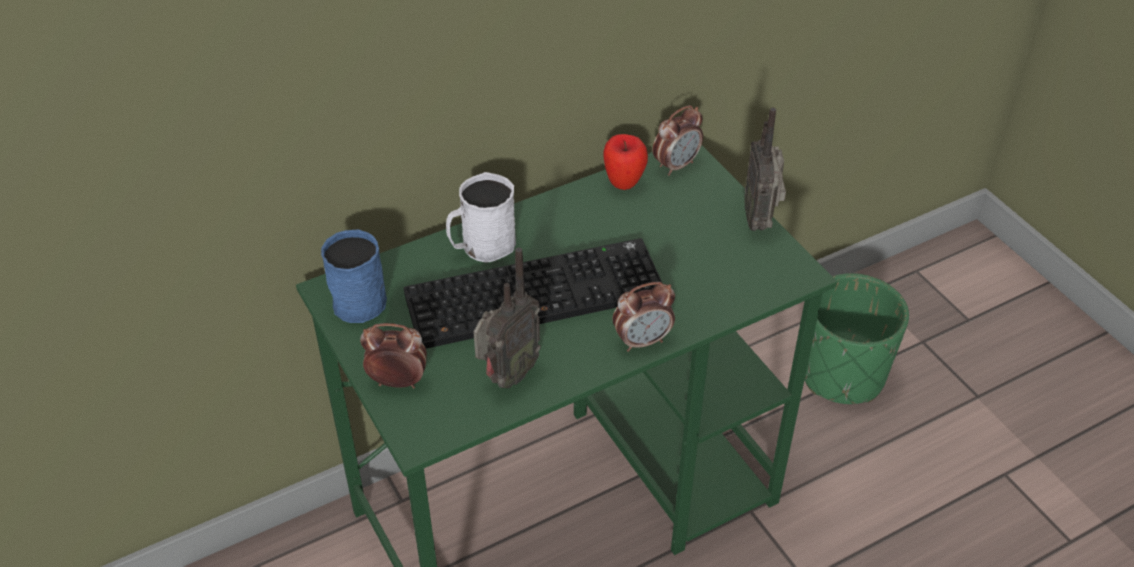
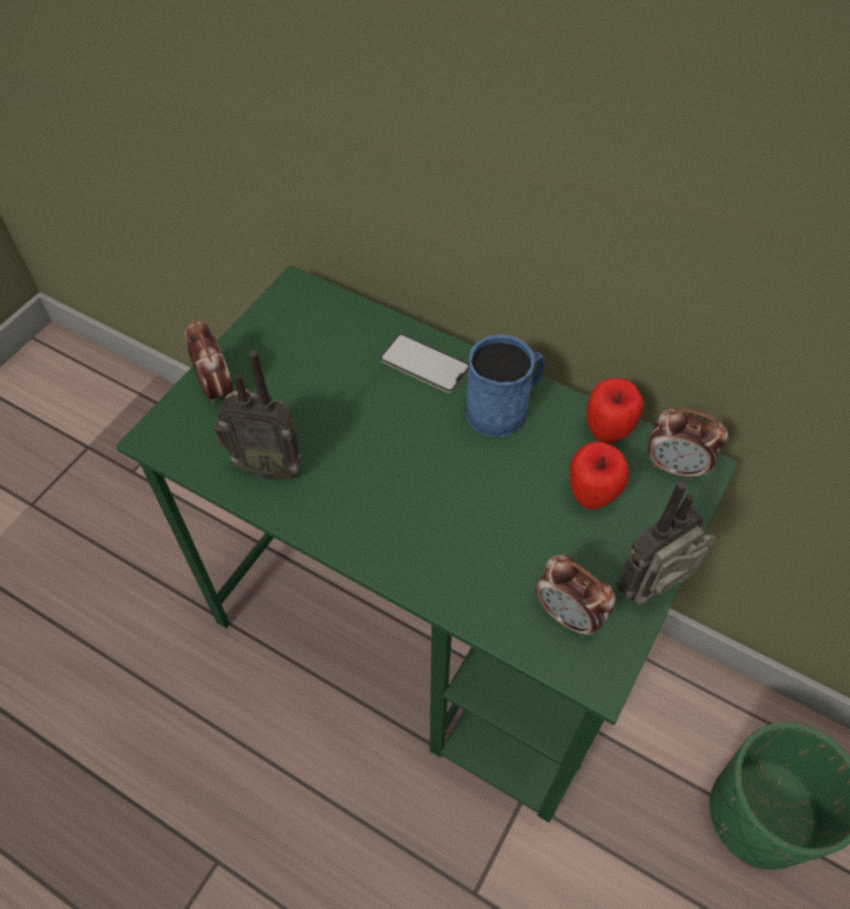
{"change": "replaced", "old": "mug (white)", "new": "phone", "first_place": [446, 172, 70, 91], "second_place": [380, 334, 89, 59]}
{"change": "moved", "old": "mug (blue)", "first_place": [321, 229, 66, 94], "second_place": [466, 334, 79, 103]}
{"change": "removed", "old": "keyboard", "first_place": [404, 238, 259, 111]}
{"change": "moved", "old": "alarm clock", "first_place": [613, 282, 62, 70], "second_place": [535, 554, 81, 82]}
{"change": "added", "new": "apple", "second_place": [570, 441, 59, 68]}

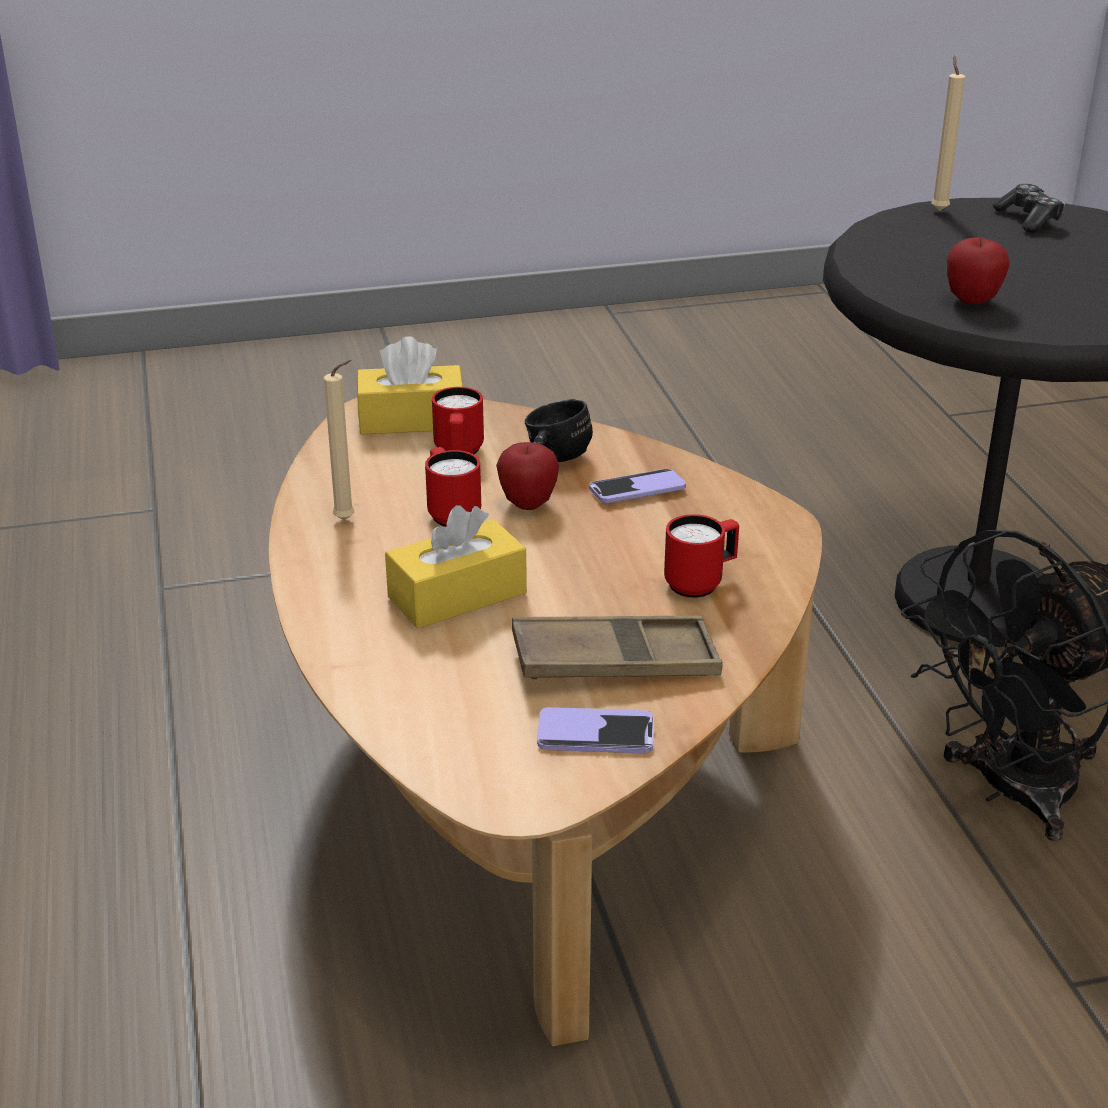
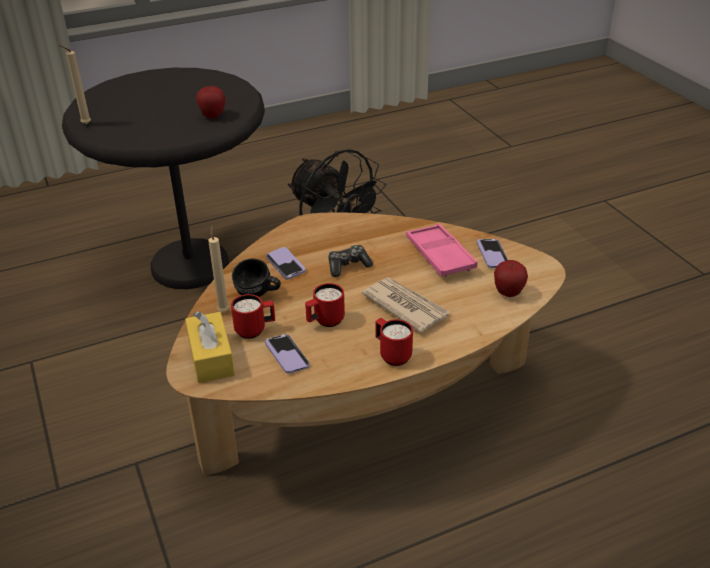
{"change": "moved", "old": "game controller", "first_place": [993, 184, 72, 48], "second_place": [329, 245, 44, 32]}
{"change": "moved", "old": "candle (beige)", "first_place": [324, 360, 31, 160], "second_place": [208, 226, 21, 86]}
{"change": "moved", "old": "apple", "first_place": [496, 442, 63, 68], "second_place": [494, 260, 34, 37]}
{"change": "replaced", "old": "tissue box (yellow)", "new": "newspaper", "first_place": [385, 505, 142, 123], "second_place": [362, 277, 88, 56]}
{"change": "moved", "old": "mug (red)", "first_place": [664, 514, 75, 84], "second_place": [376, 318, 37, 48]}
{"change": "recoloured", "old": "tray (brown)", "new": "tray (pink)", "first_place": [512, 616, 211, 64], "second_place": [406, 224, 71, 53]}
{"change": "added", "new": "phone", "second_place": [265, 334, 45, 39]}

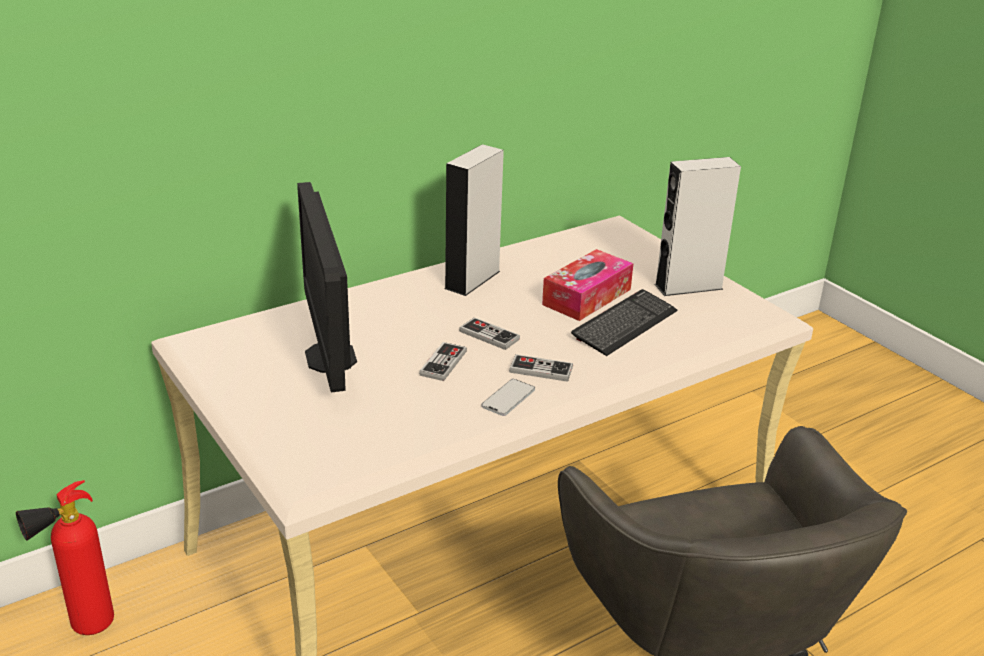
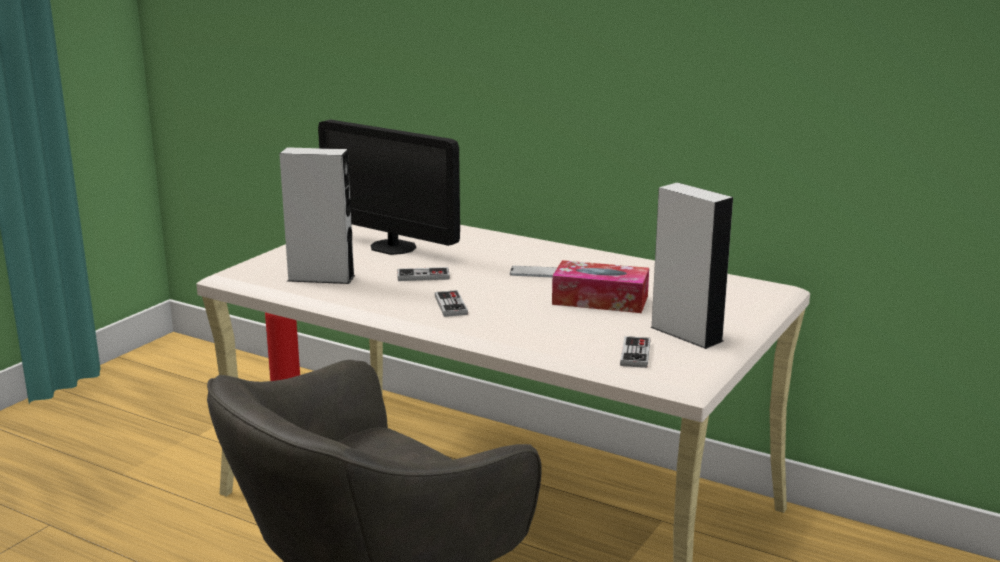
{"change": "moved", "old": "speaker (grey)", "first_place": [444, 144, 60, 152], "second_place": [279, 147, 76, 137]}
{"change": "turned", "old": "monitor", "first_place": [297, 182, 60, 211], "second_place": [318, 119, 142, 136], "degrees": -105}
{"change": "removed", "old": "keyboard", "first_place": [571, 289, 106, 67]}
{"change": "moved", "old": "game controller", "first_place": [459, 317, 61, 33], "second_place": [620, 336, 30, 32]}
{"change": "moved", "old": "phone", "first_place": [481, 379, 54, 37], "second_place": [510, 266, 47, 12]}

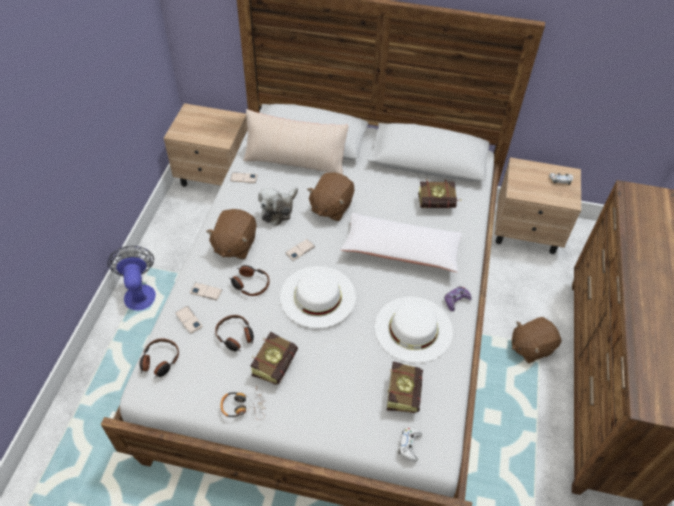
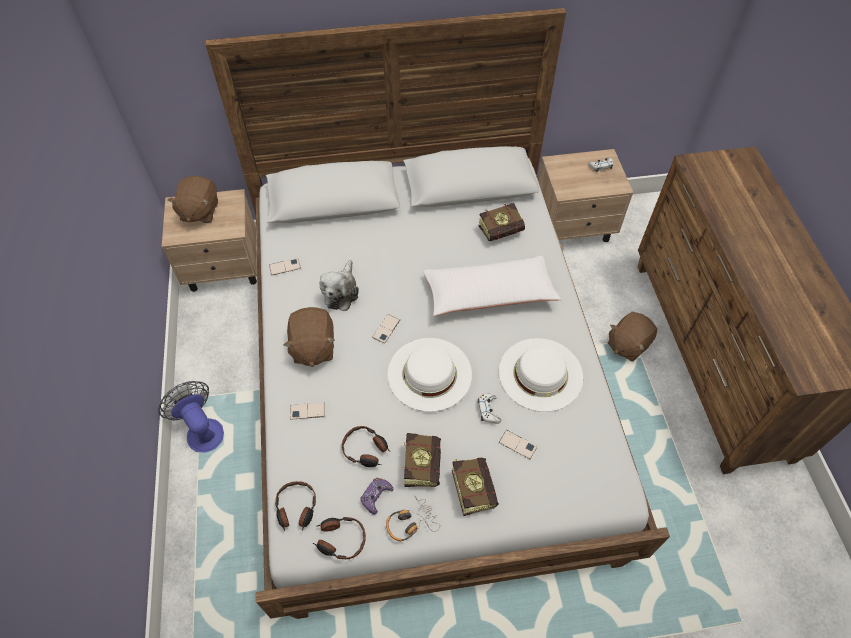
{"change": "removed", "old": "pillow (beige)", "first_place": [243, 109, 106, 66]}
{"change": "moved", "old": "plush toy (brown)", "first_place": [307, 173, 47, 48], "second_place": [168, 176, 50, 47]}
{"change": "moved", "old": "headphones", "first_place": [229, 265, 41, 31], "second_place": [313, 517, 53, 42]}
{"change": "moved", "old": "game controller (purple)", "first_place": [444, 286, 28, 25], "second_place": [360, 478, 33, 37]}
{"change": "moved", "old": "phone", "first_place": [175, 306, 28, 28], "second_place": [499, 430, 38, 29]}
{"change": "moved", "old": "book", "first_place": [387, 361, 36, 52], "second_place": [452, 457, 47, 59]}
{"change": "moved", "old": "game controller (white)", "first_place": [399, 428, 23, 34], "second_place": [478, 393, 23, 31]}

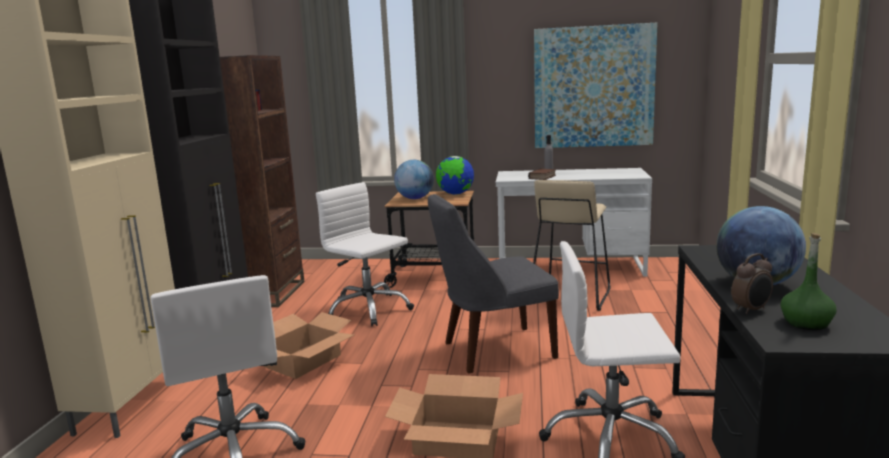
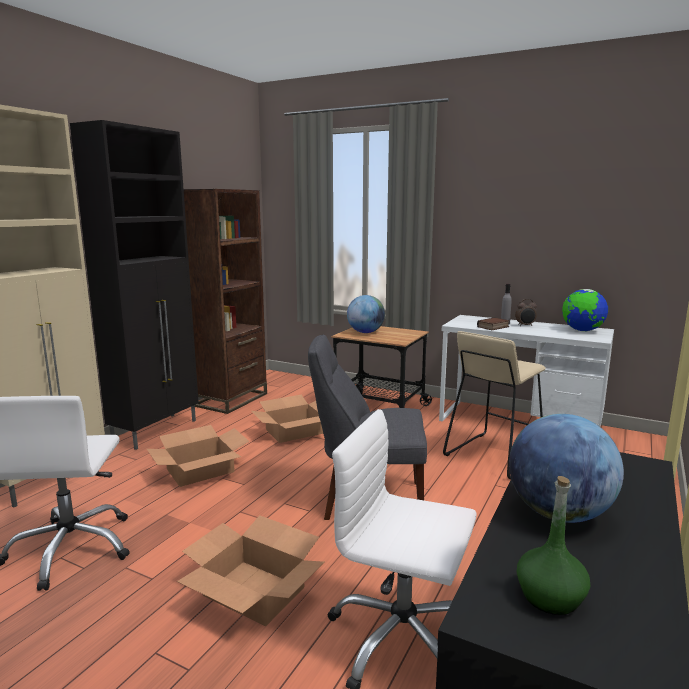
{"change": "removed", "old": "picture", "first_place": [534, 23, 123, 125]}
{"change": "moved", "old": "globe", "first_place": [436, 156, 38, 39], "second_place": [562, 289, 46, 42]}
{"change": "replaced", "old": "office chair (white)", "new": "cardboard box", "first_place": [316, 182, 98, 144], "second_place": [251, 395, 72, 48]}
{"change": "moved", "old": "alarm clock", "first_place": [731, 253, 42, 61], "second_place": [515, 299, 22, 27]}

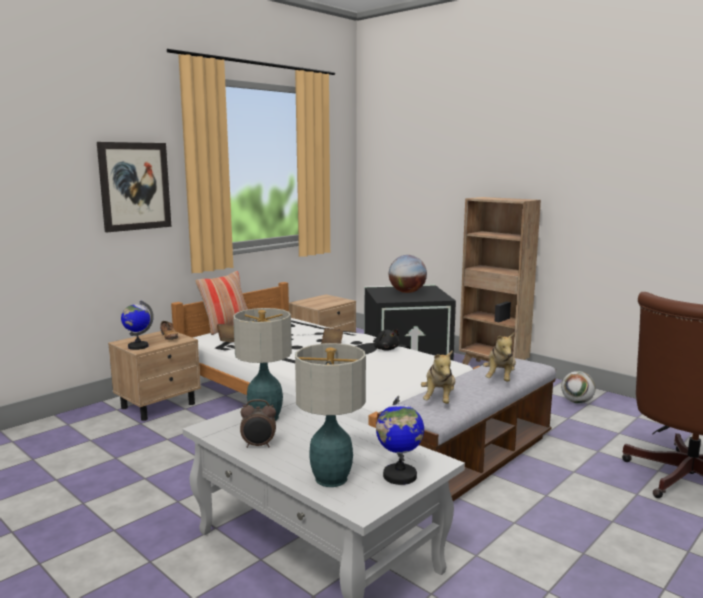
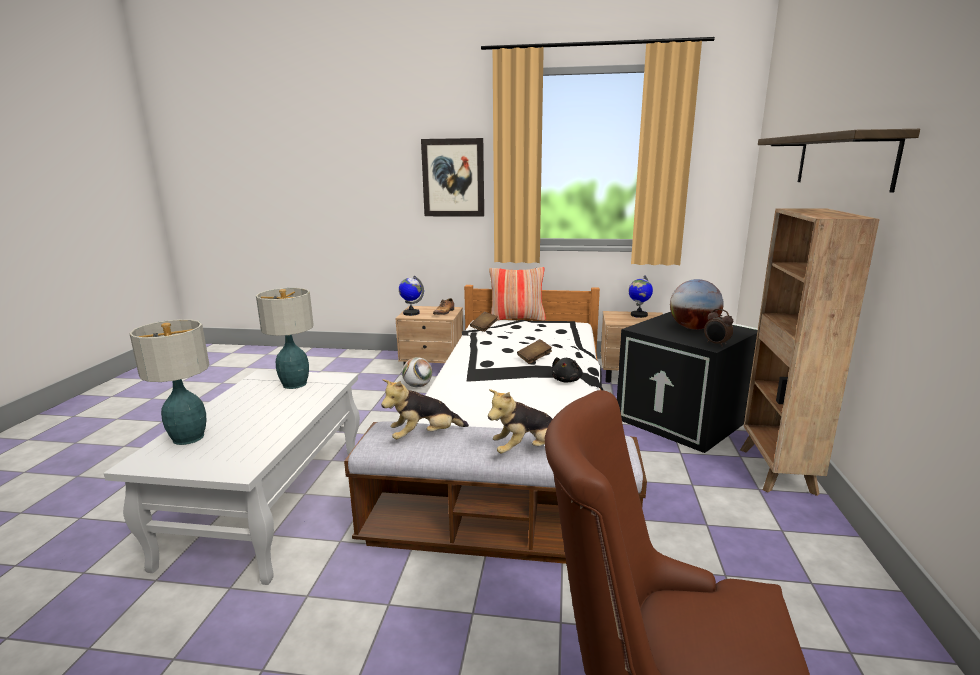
{"change": "moved", "old": "football", "first_place": [561, 371, 35, 33], "second_place": [402, 357, 30, 30]}
{"change": "moved", "old": "globe", "first_place": [376, 396, 48, 89], "second_place": [628, 275, 25, 43]}
{"change": "moved", "old": "alarm clock", "first_place": [240, 399, 36, 49], "second_place": [704, 309, 29, 38]}
{"change": "added", "new": "shelf", "second_place": [758, 129, 162, 64]}

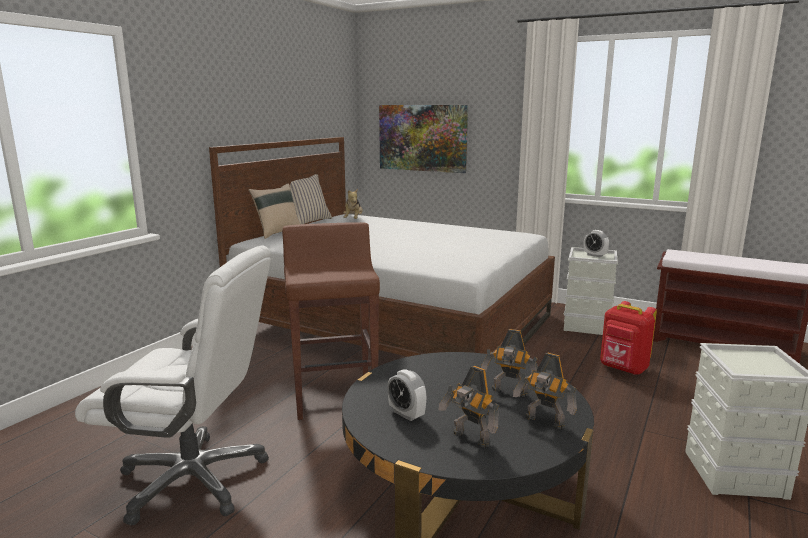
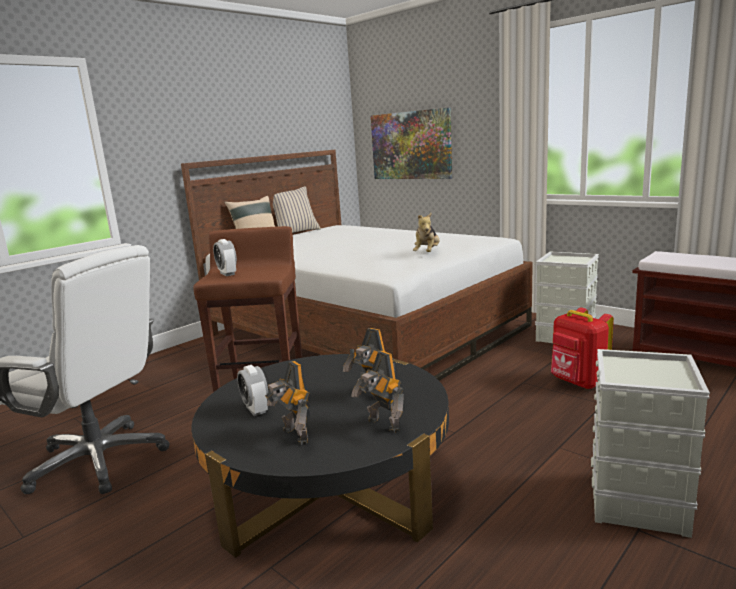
{"change": "moved", "old": "plush toy", "first_place": [343, 189, 20, 30], "second_place": [413, 213, 26, 39]}
{"change": "moved", "old": "alarm clock", "first_place": [584, 230, 25, 27], "second_place": [213, 239, 24, 37]}

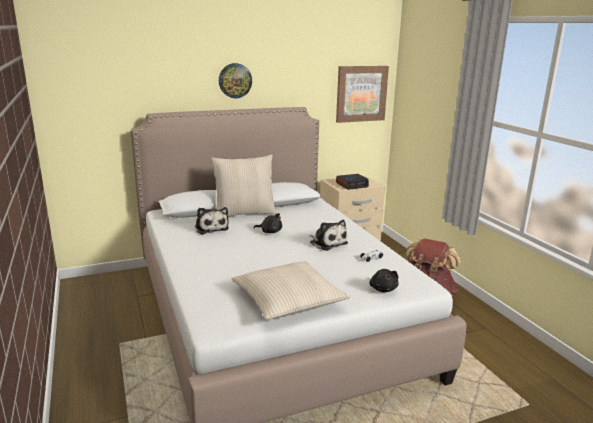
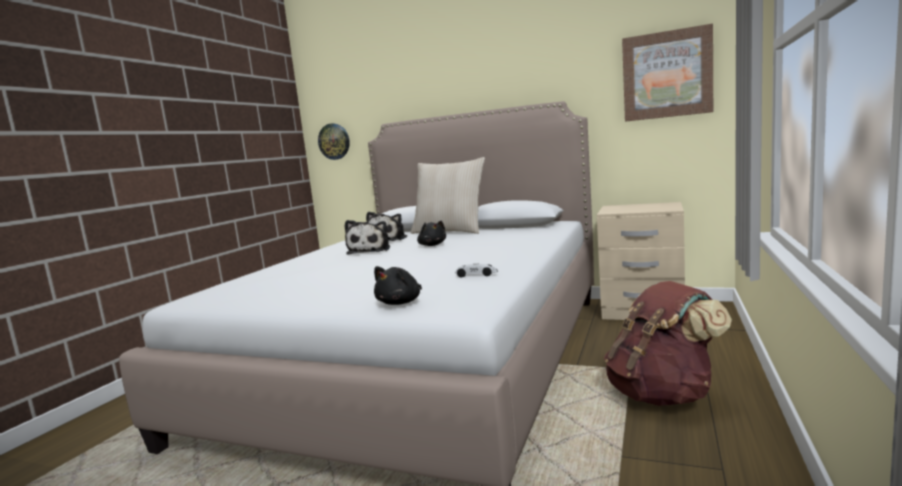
{"change": "moved", "old": "wall clock", "first_place": [219, 63, 33, 35], "second_place": [318, 123, 32, 37]}
{"change": "removed", "old": "alarm clock", "first_place": [336, 174, 33, 16]}
{"change": "moved", "old": "plush toy", "first_place": [309, 220, 39, 31], "second_place": [345, 220, 45, 35]}
{"change": "removed", "old": "pillow (beige)", "first_place": [232, 261, 119, 59]}

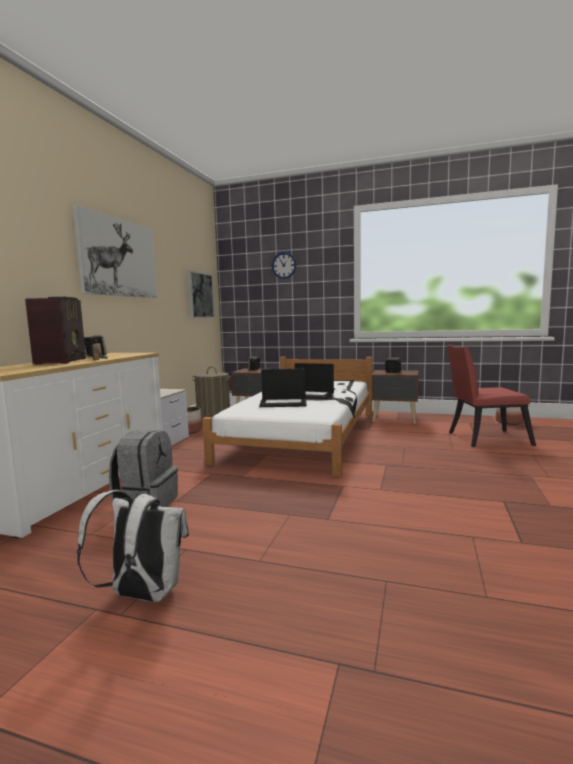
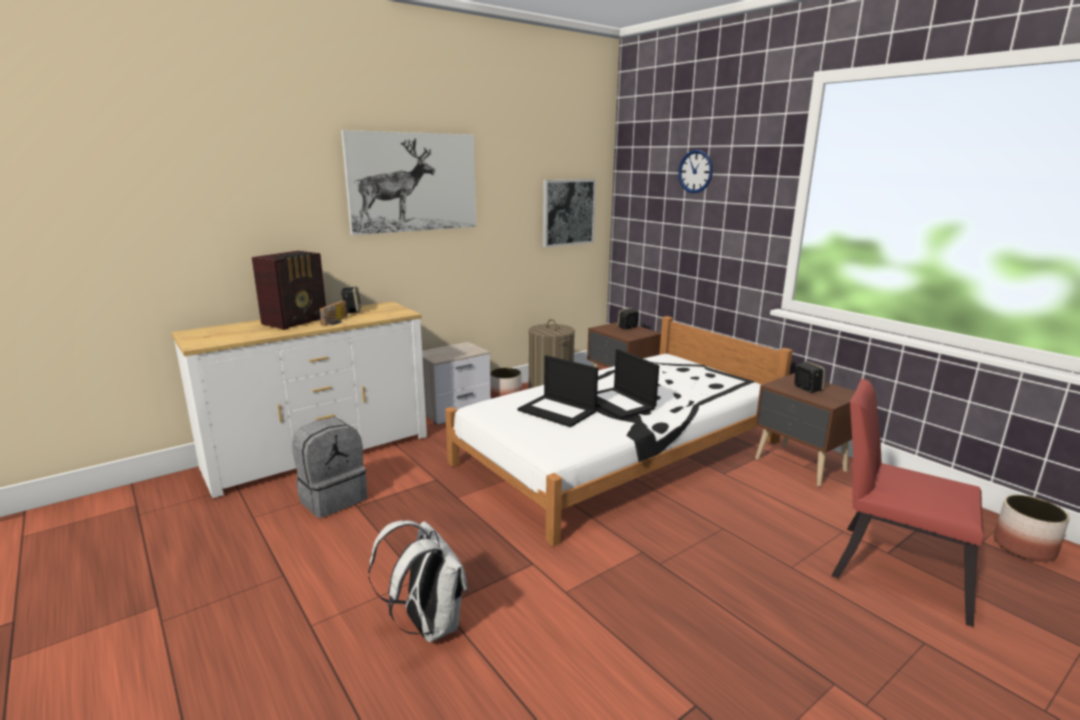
{"change": "moved", "old": "backpack (white)", "first_place": [77, 490, 112, 112], "second_place": [368, 520, 100, 123]}

